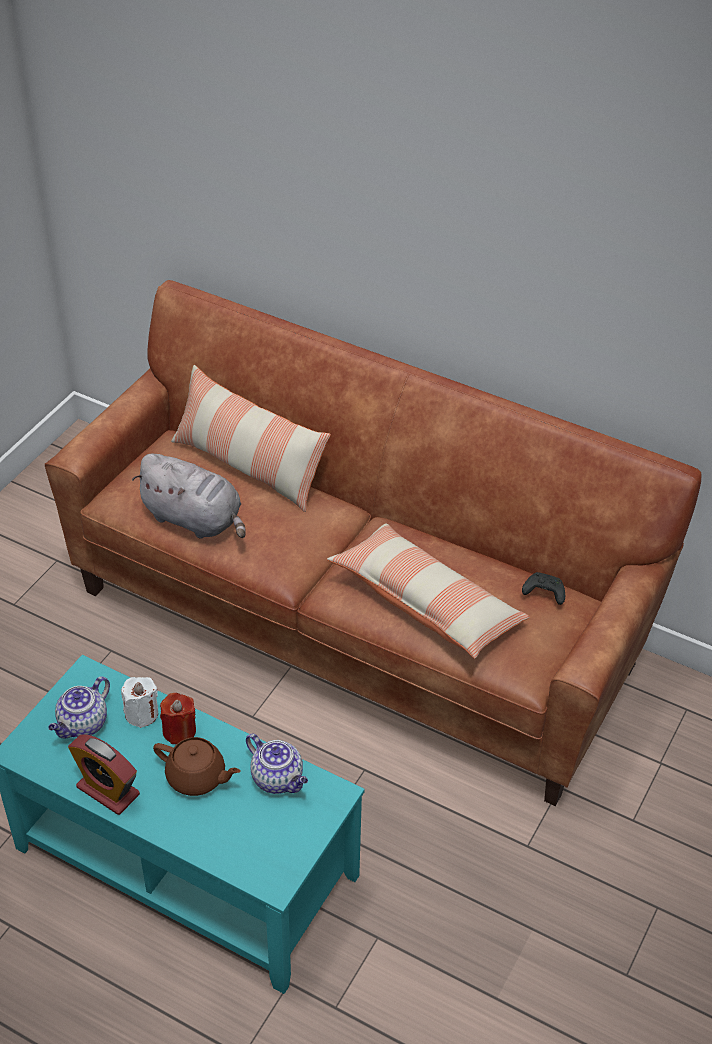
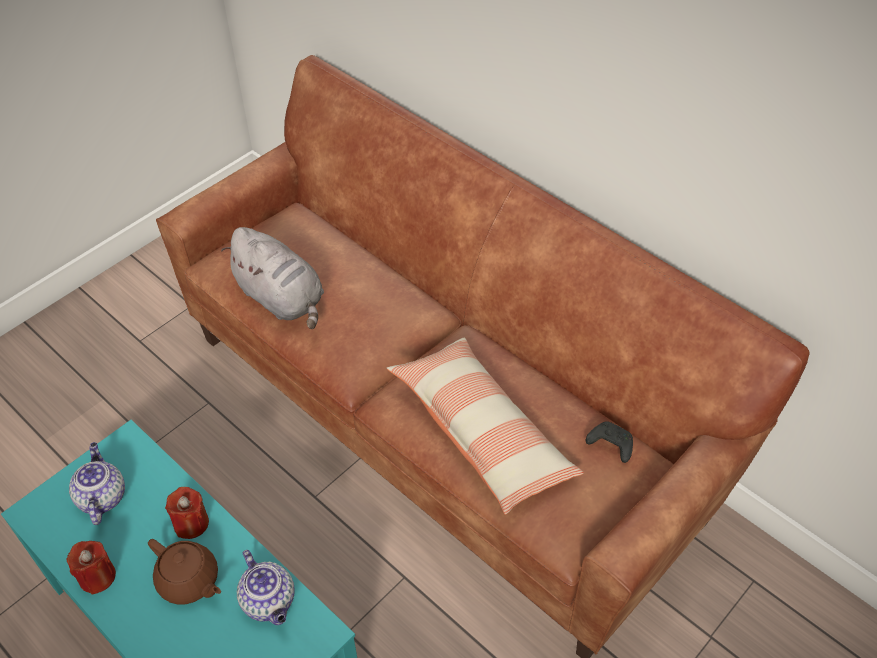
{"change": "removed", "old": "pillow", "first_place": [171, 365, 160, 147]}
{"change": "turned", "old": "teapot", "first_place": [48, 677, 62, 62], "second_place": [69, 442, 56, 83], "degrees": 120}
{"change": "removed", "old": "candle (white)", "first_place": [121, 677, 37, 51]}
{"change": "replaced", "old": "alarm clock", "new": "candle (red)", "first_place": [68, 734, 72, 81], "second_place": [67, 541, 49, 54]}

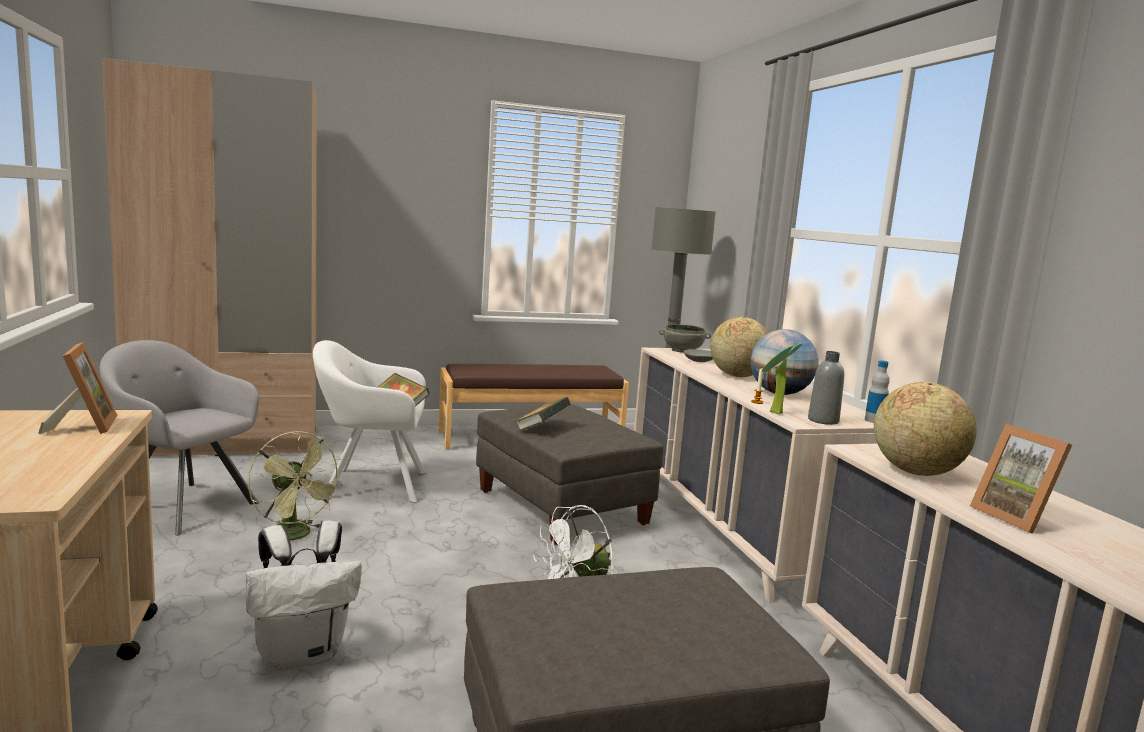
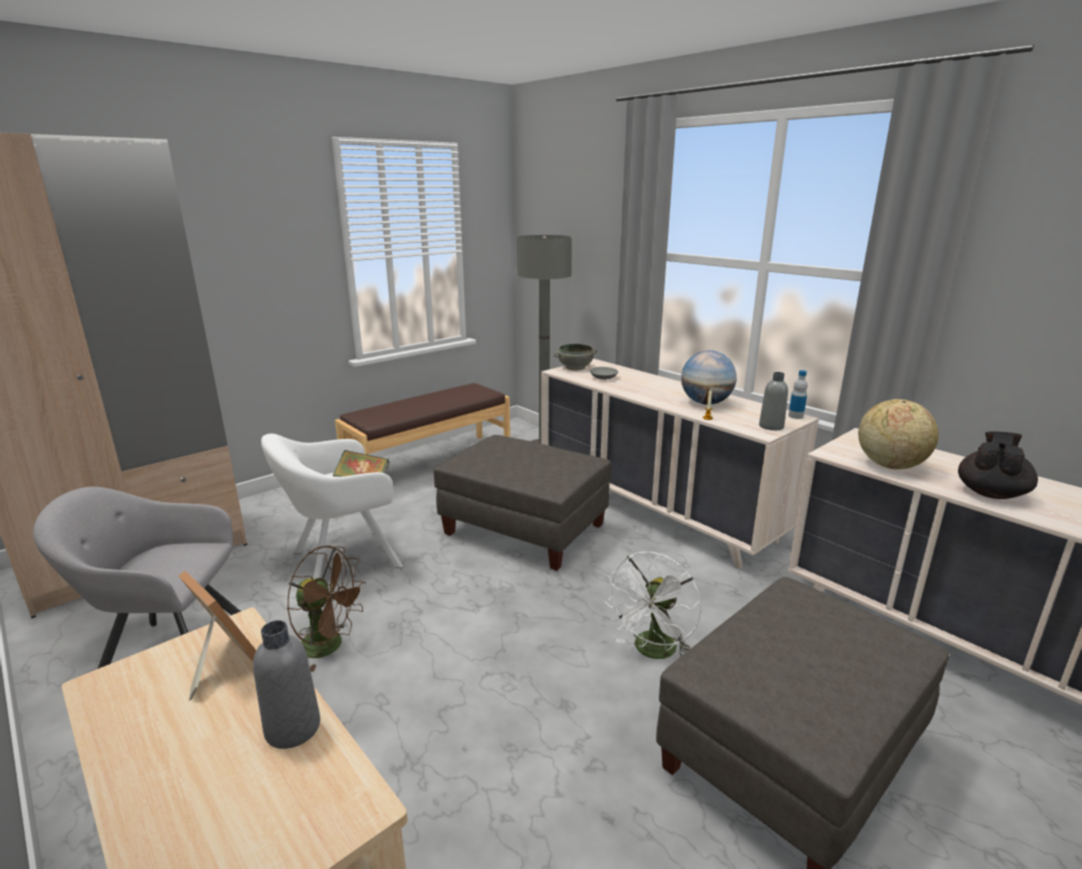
{"change": "removed", "old": "globe", "first_place": [710, 317, 58, 60]}
{"change": "removed", "old": "potted plant", "first_place": [762, 344, 40, 70]}
{"change": "removed", "old": "book", "first_place": [516, 397, 55, 34]}
{"change": "replaced", "old": "picture frame", "new": "teapot (black)", "first_place": [970, 424, 102, 110], "second_place": [958, 431, 80, 68]}
{"change": "recoloured", "old": "fan (green)", "new": "fan (brown)", "first_place": [248, 431, 95, 110], "second_place": [287, 546, 80, 126]}
{"change": "removed", "old": "backpack (white)", "first_place": [246, 521, 116, 149]}
{"change": "added", "new": "bottle (grey)", "second_place": [253, 620, 67, 129]}

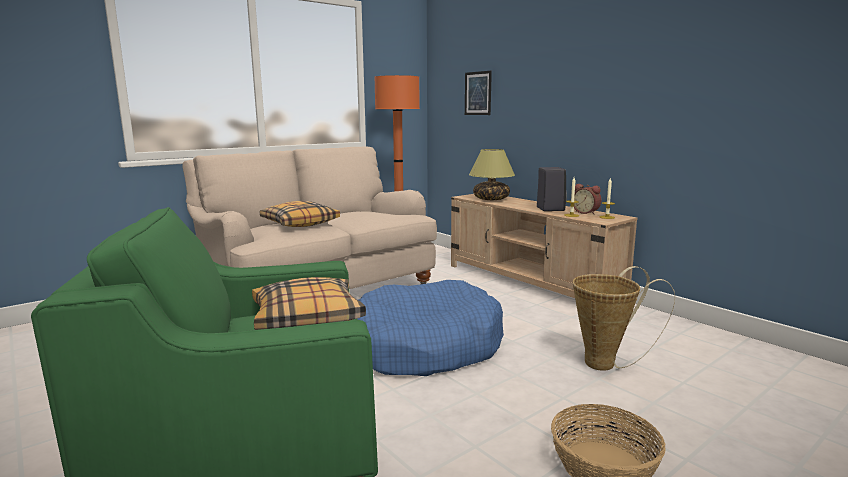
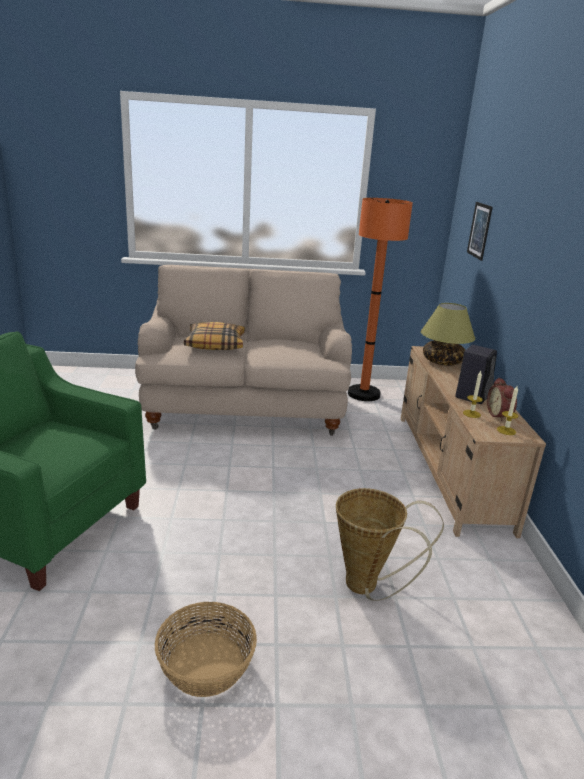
{"change": "removed", "old": "pillow", "first_place": [252, 277, 114, 53]}
{"change": "removed", "old": "dog bed (blue)", "first_place": [357, 280, 147, 96]}

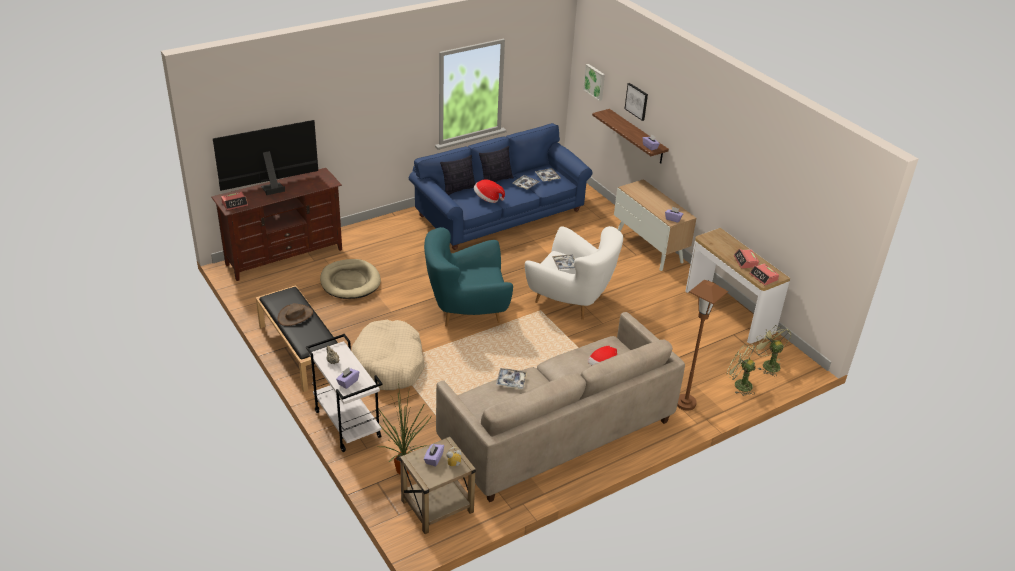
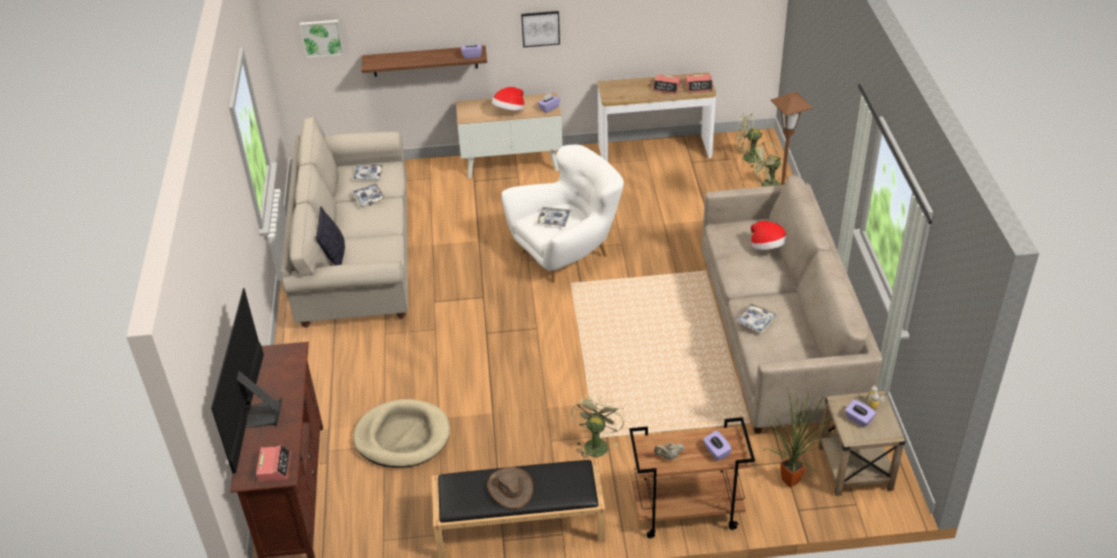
{"change": "moved", "old": "picture", "first_place": [625, 83, 23, 38], "second_place": [521, 11, 39, 36]}
{"change": "recoloured", "old": "sofa (blue)", "new": "sofa (beige)", "first_place": [409, 123, 184, 127], "second_place": [281, 116, 127, 211]}
{"change": "removed", "old": "pillow", "first_place": [479, 146, 35, 36]}
{"change": "moved", "old": "hat", "first_place": [474, 179, 31, 24], "second_place": [492, 87, 33, 24]}
{"change": "removed", "old": "armchair (turquoise)", "first_place": [424, 227, 89, 100]}
{"change": "replaced", "old": "dog bed (beige)", "new": "fan (green)", "first_place": [352, 320, 73, 70], "second_place": [571, 395, 53, 65]}
{"change": "recoloured", "old": "cart (white)", "new": "cart (brown)", "first_place": [306, 334, 77, 118], "second_place": [629, 417, 126, 121]}

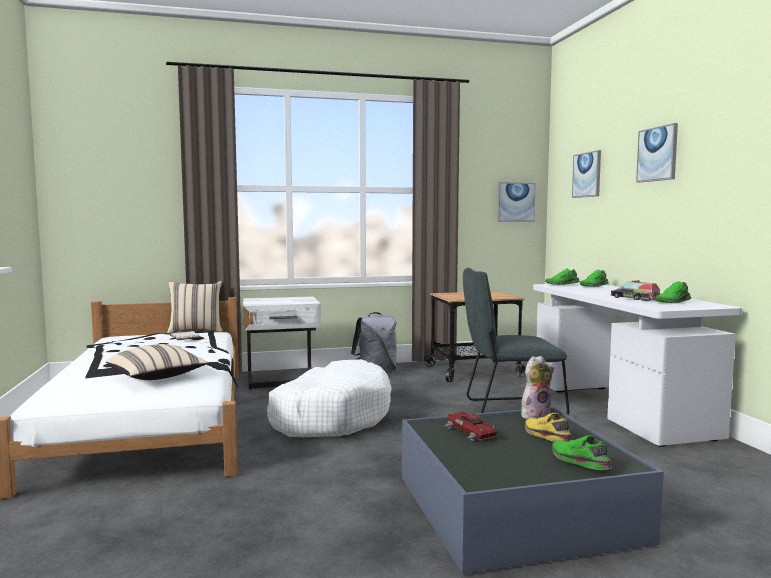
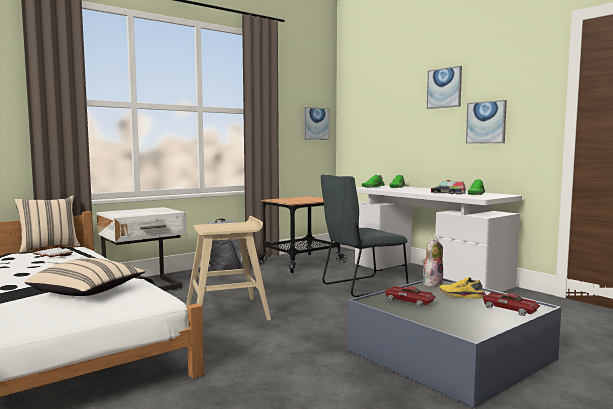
{"change": "moved", "old": "picture", "first_place": [572, 150, 29, 48], "second_place": [466, 100, 41, 44]}
{"change": "replaced", "old": "dog bed (white)", "new": "stool (beige)", "first_place": [267, 359, 125, 78], "second_place": [186, 216, 85, 104]}
{"change": "replaced", "old": "shoe (green)", "new": "toy car", "first_place": [552, 435, 60, 35], "second_place": [483, 292, 57, 24]}

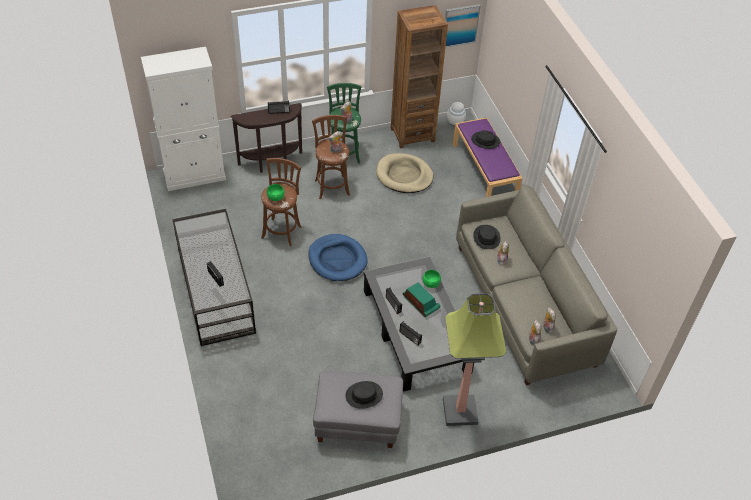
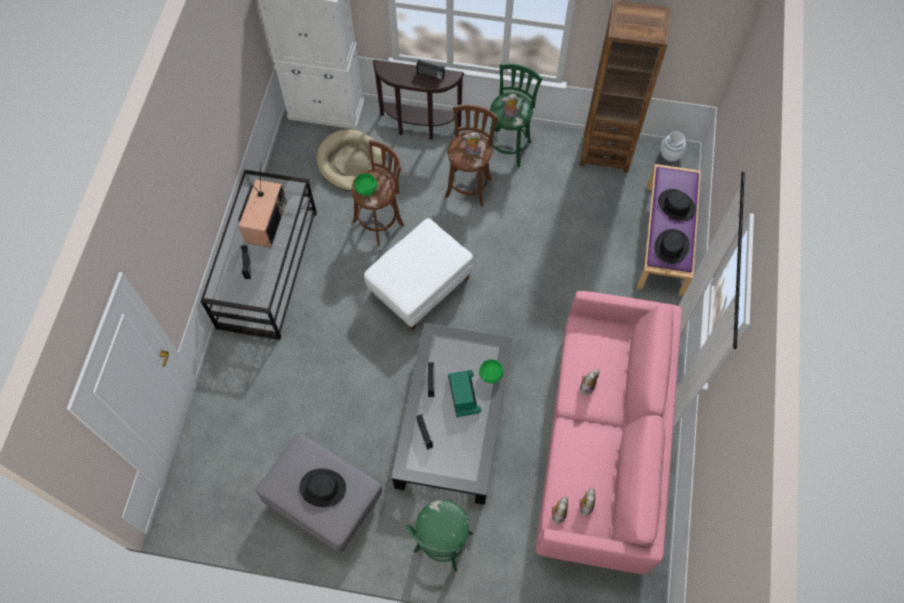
{"change": "removed", "old": "picture", "first_place": [445, 4, 36, 43]}
{"change": "moved", "old": "dog bed (beige)", "first_place": [376, 153, 58, 40], "second_place": [317, 129, 66, 62]}
{"change": "recoloured", "old": "sofa (grey)", "new": "sofa (pink)", "first_place": [456, 185, 161, 200], "second_place": [536, 291, 146, 283]}
{"change": "moved", "old": "hat (black)", "first_place": [473, 225, 28, 24], "second_place": [654, 229, 36, 35]}
{"change": "replaced", "old": "dog bed (blue)", "new": "ottoman (white)", "first_place": [308, 234, 60, 47], "second_place": [364, 218, 109, 112]}
{"change": "replaced", "old": "floor lamp", "new": "stool (green)", "first_place": [443, 293, 63, 133], "second_place": [406, 500, 67, 71]}
{"change": "added", "new": "television", "second_place": [238, 163, 49, 85]}

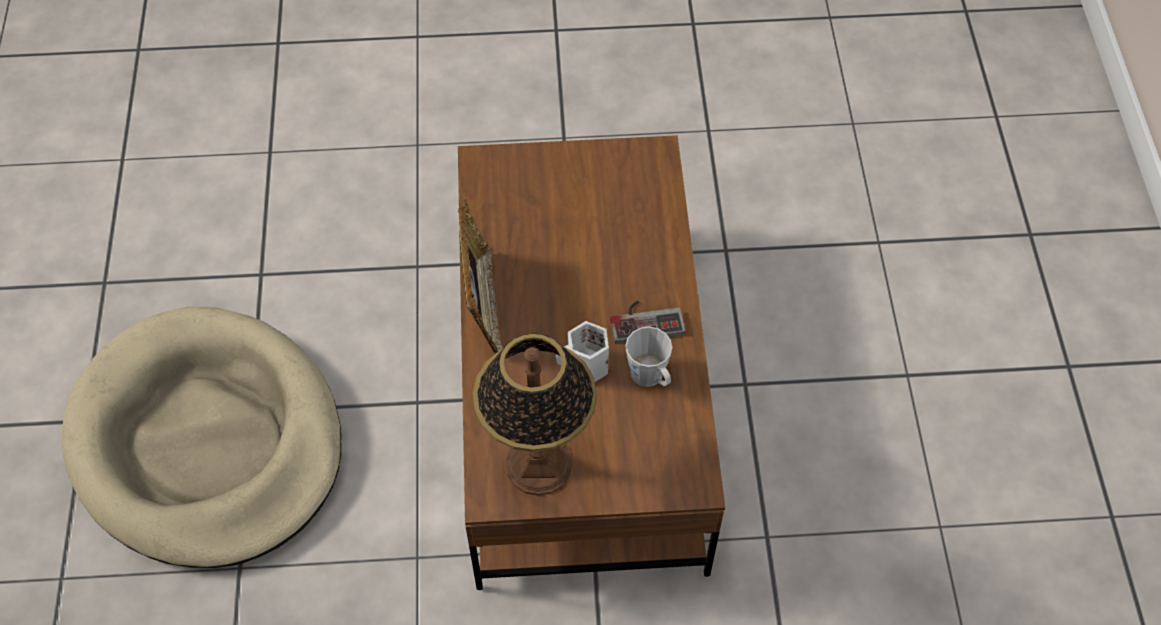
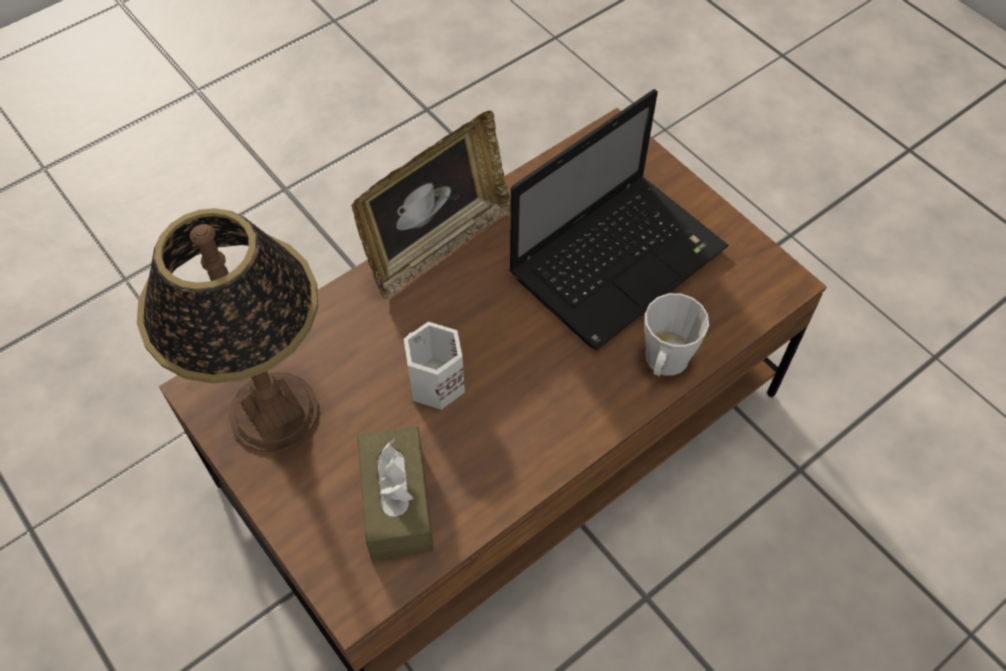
{"change": "removed", "old": "game controller", "first_place": [610, 301, 75, 43]}
{"change": "removed", "old": "dog bed (beige)", "first_place": [62, 307, 280, 261]}
{"change": "moved", "old": "mug (grey)", "first_place": [625, 326, 47, 61], "second_place": [644, 293, 65, 83]}
{"change": "added", "new": "laptop", "second_place": [509, 89, 220, 261]}
{"change": "added", "new": "tissue box (brown)", "second_place": [357, 426, 77, 134]}

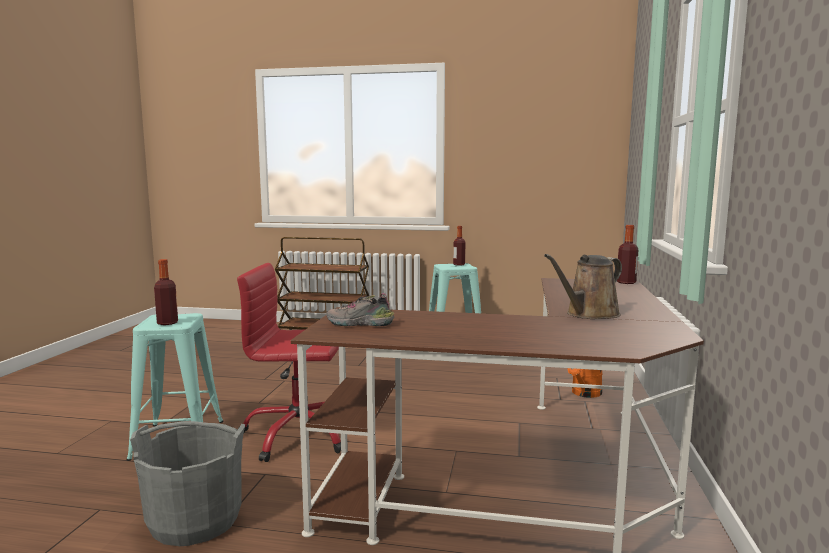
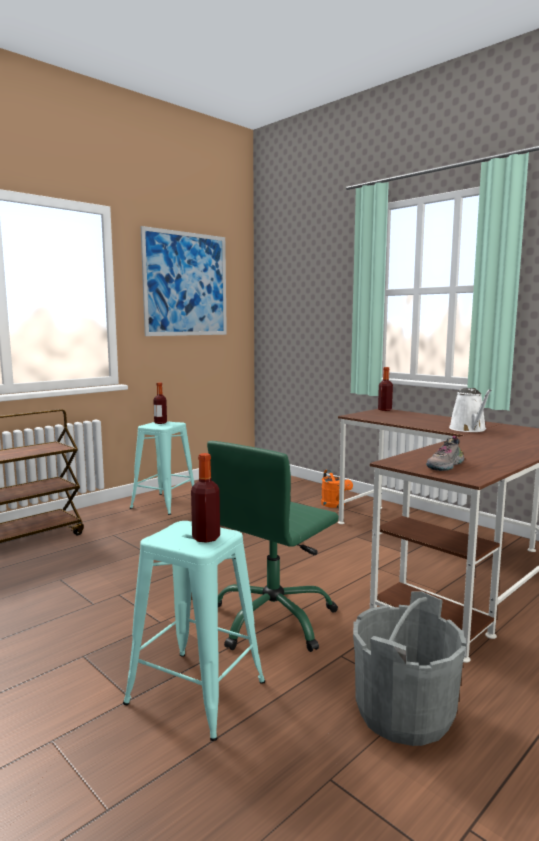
{"change": "recoloured", "old": "watering can (brown)", "new": "watering can (white)", "first_place": [544, 254, 78, 65], "second_place": [449, 388, 43, 44]}
{"change": "recoloured", "old": "office chair (red)", "new": "office chair (green)", "first_place": [237, 263, 104, 199], "second_place": [207, 441, 132, 211]}
{"change": "added", "new": "picture", "second_place": [141, 226, 86, 110]}

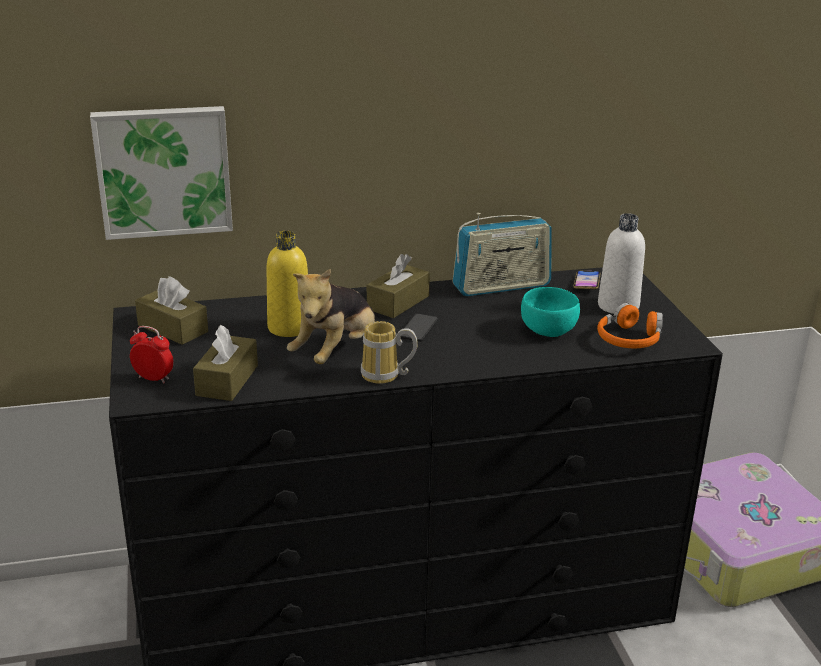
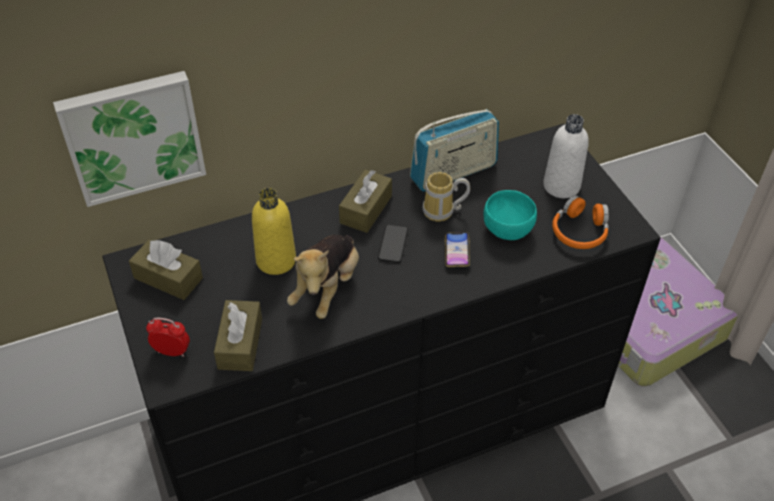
{"change": "moved", "old": "phone", "first_place": [573, 271, 28, 18], "second_place": [445, 232, 25, 35]}
{"change": "moved", "old": "mug", "first_place": [361, 321, 57, 63], "second_place": [422, 172, 48, 50]}

